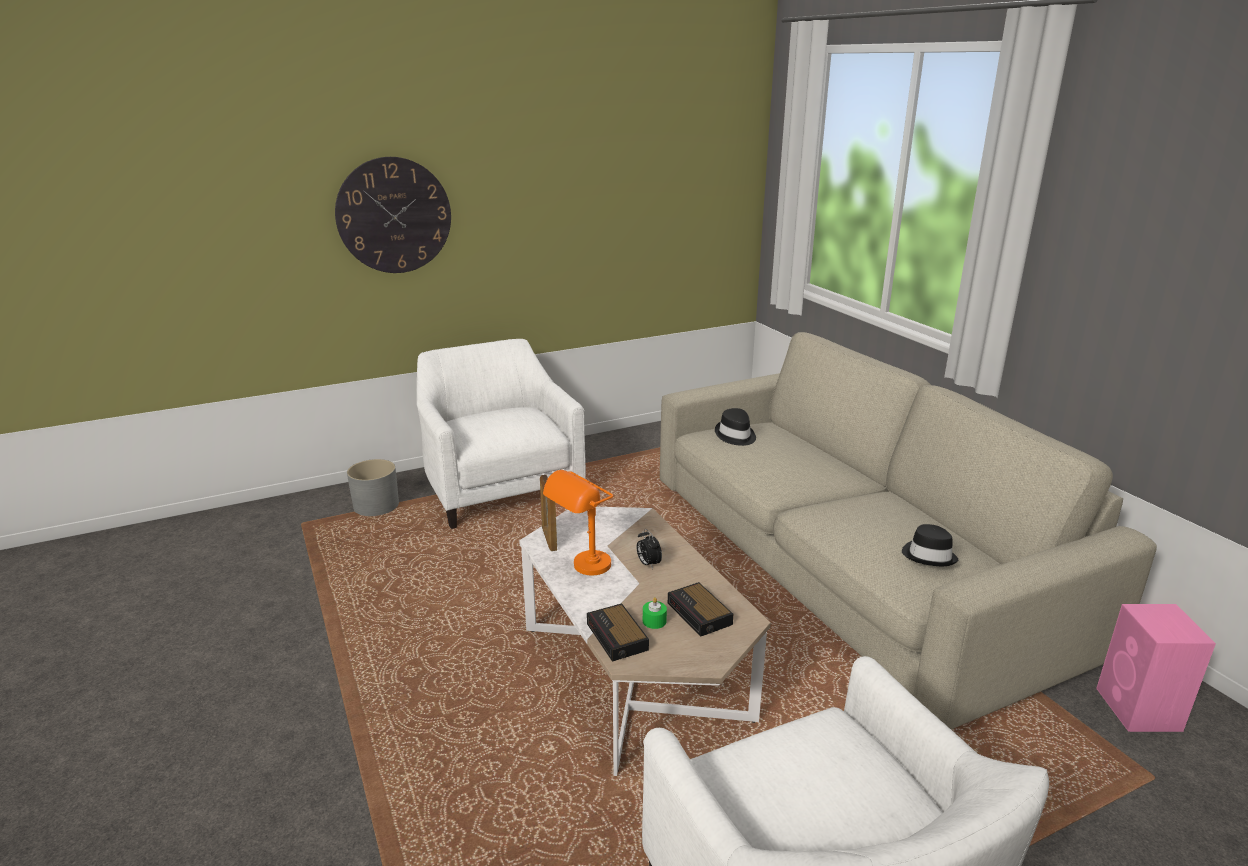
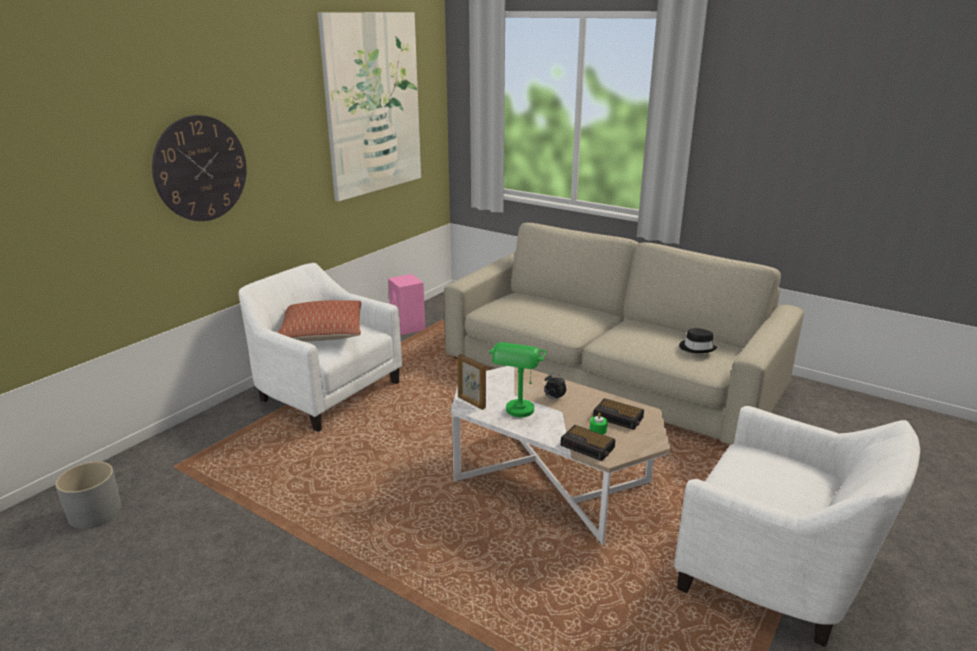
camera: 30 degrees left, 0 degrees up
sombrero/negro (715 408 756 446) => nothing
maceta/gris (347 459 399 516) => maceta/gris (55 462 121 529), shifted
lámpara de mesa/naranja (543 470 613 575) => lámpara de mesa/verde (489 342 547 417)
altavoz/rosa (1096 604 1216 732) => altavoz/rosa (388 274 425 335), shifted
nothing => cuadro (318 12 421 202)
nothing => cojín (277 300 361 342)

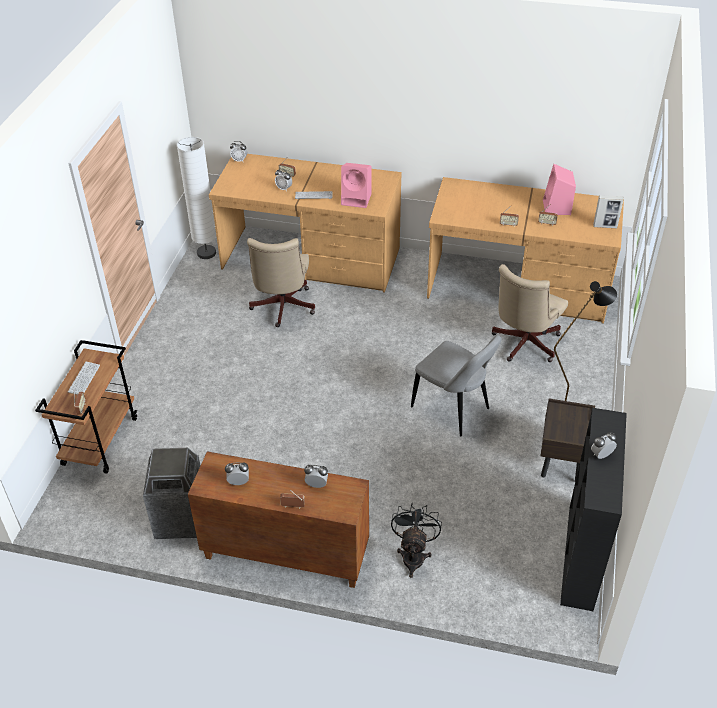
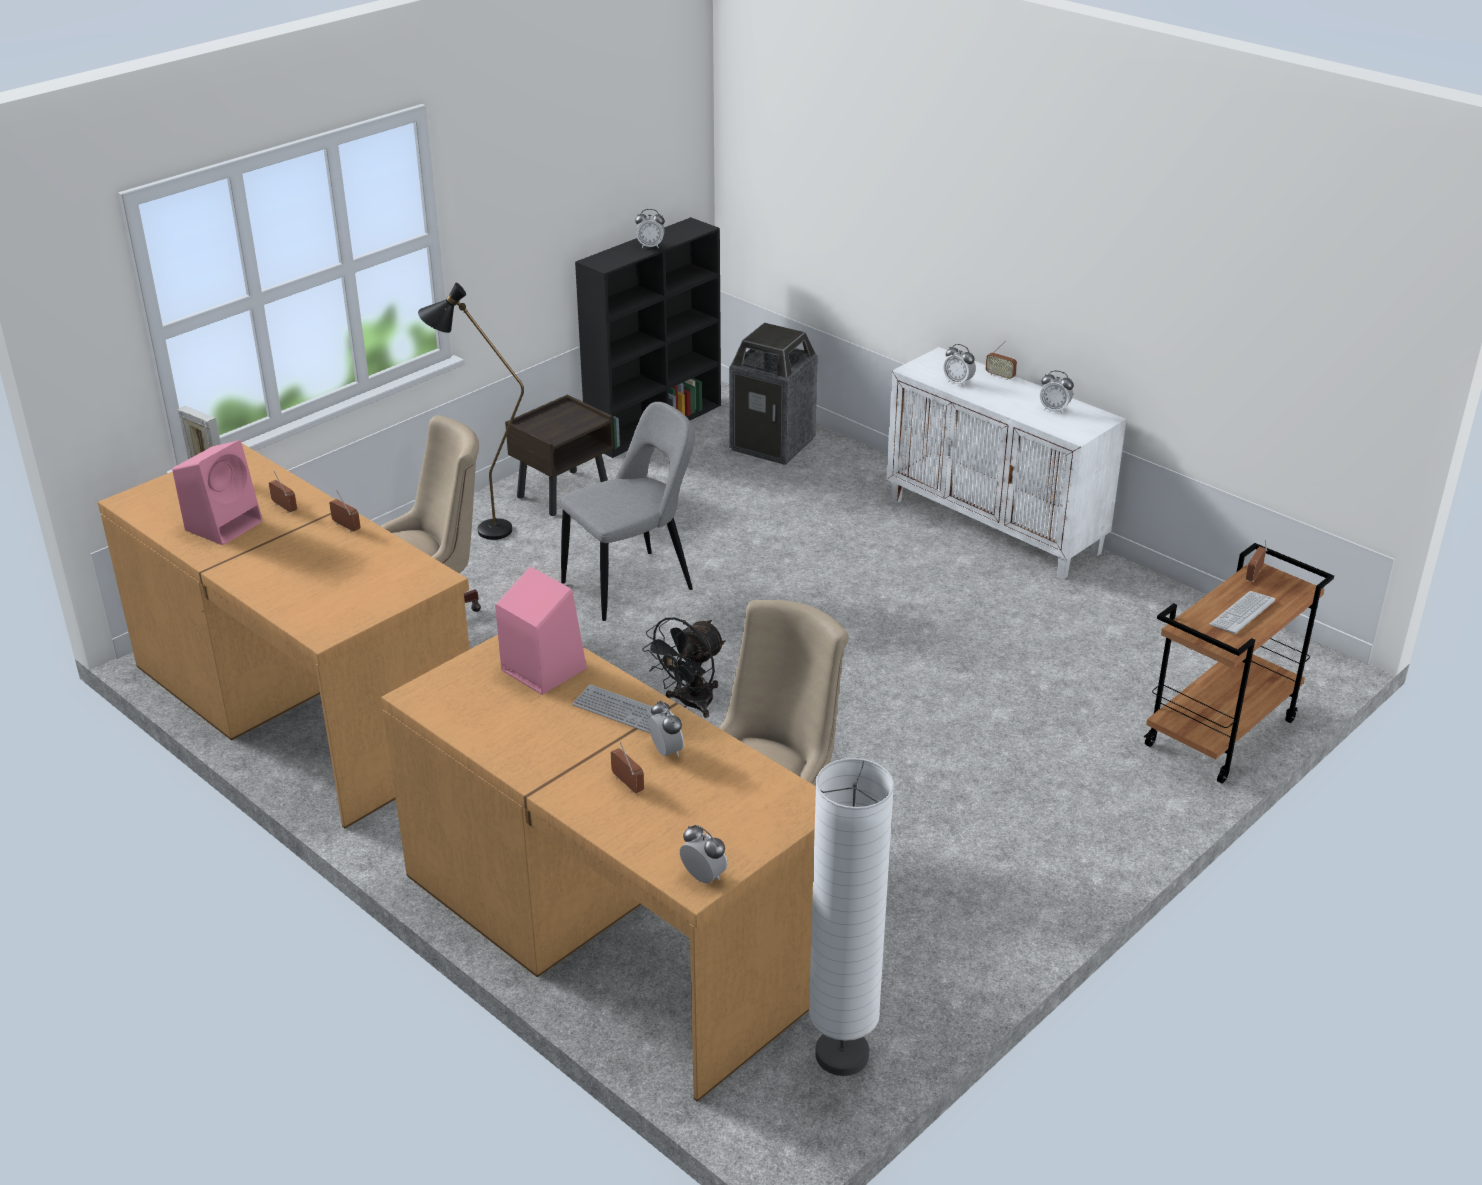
camera: 150 degrees left, 10 degrees down
silla/gris (411 335 502 436) => silla/gris (561 402 695 621), 75 degrees clockwise
papelera (143 448 200 539) => papelera (729 323 818 465), shifted
armario/marrón (188 451 369 588) => armario/blanco (886 347 1127 579)
ventilador/negro (391 503 442 578) => ventilador/negro (642 617 725 718), shifted

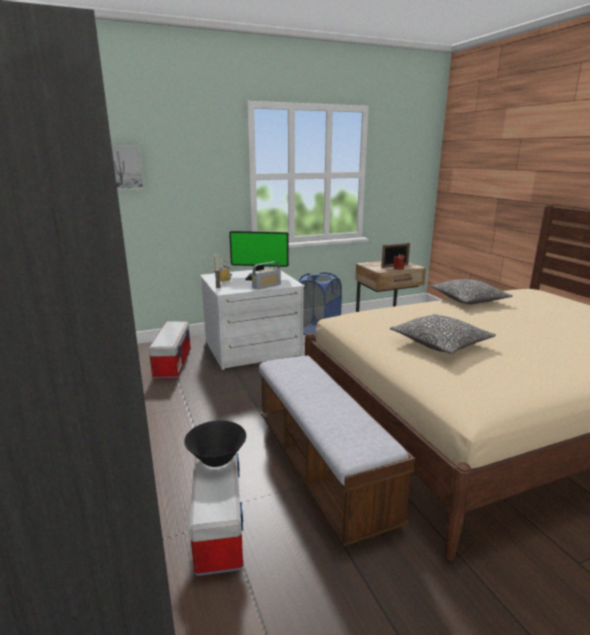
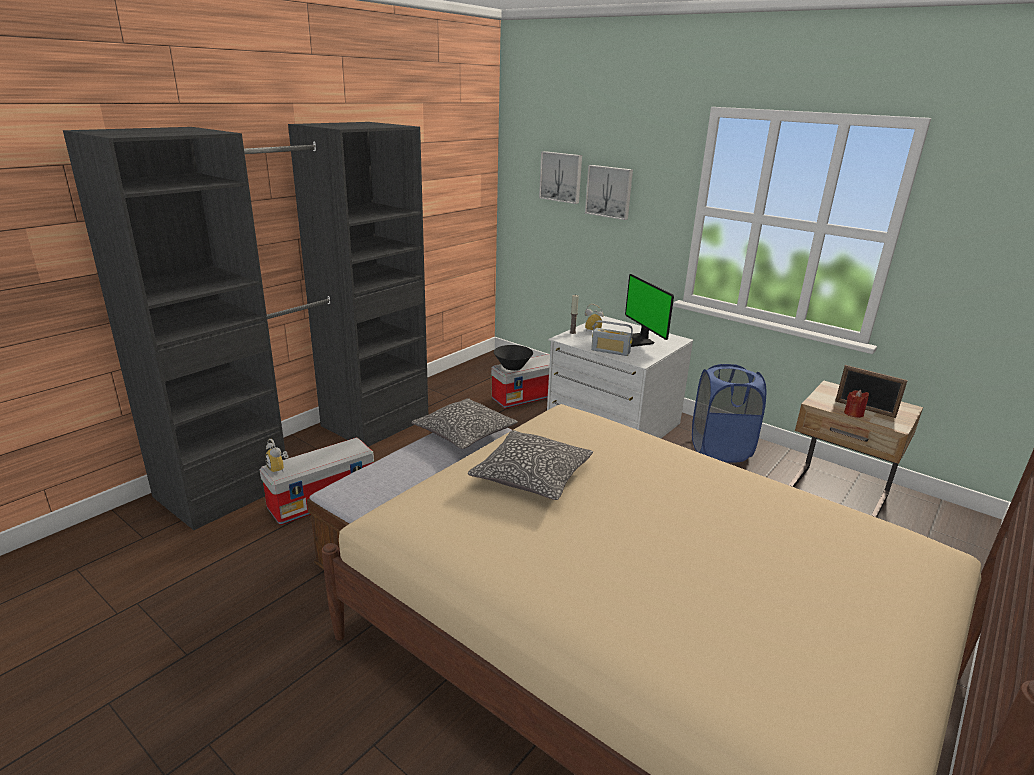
camera: 60 degrees right, 5 degrees up
cojín (430 279 513 304) => cojín (411 398 518 449), shifted
cuenco/negro (184 420 246 467) => cuenco/negro (494 345 533 371), shifted
nothing => cuadro (585 165 633 220)
nothing => despertador (265 439 289 473)

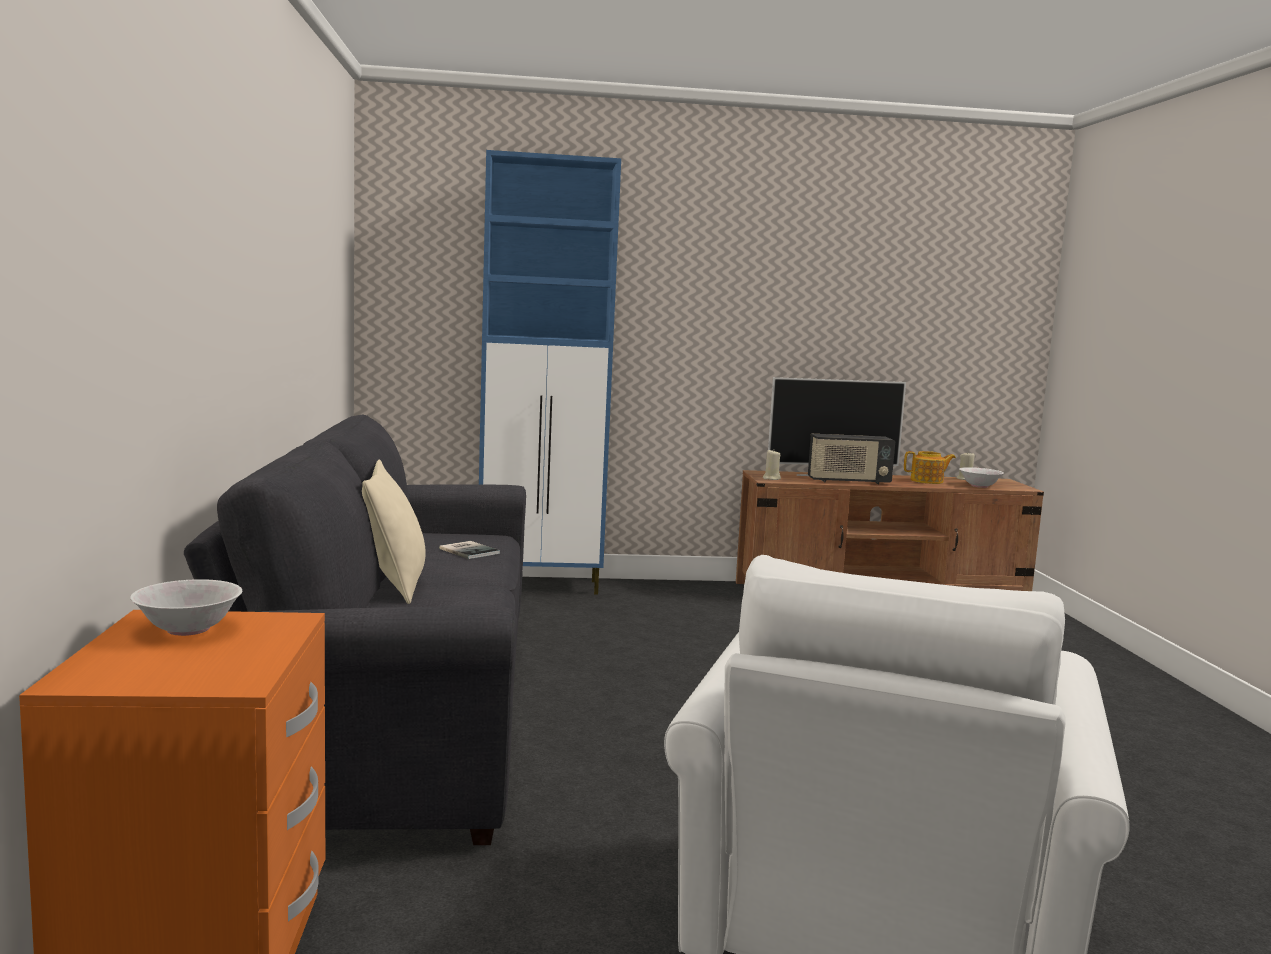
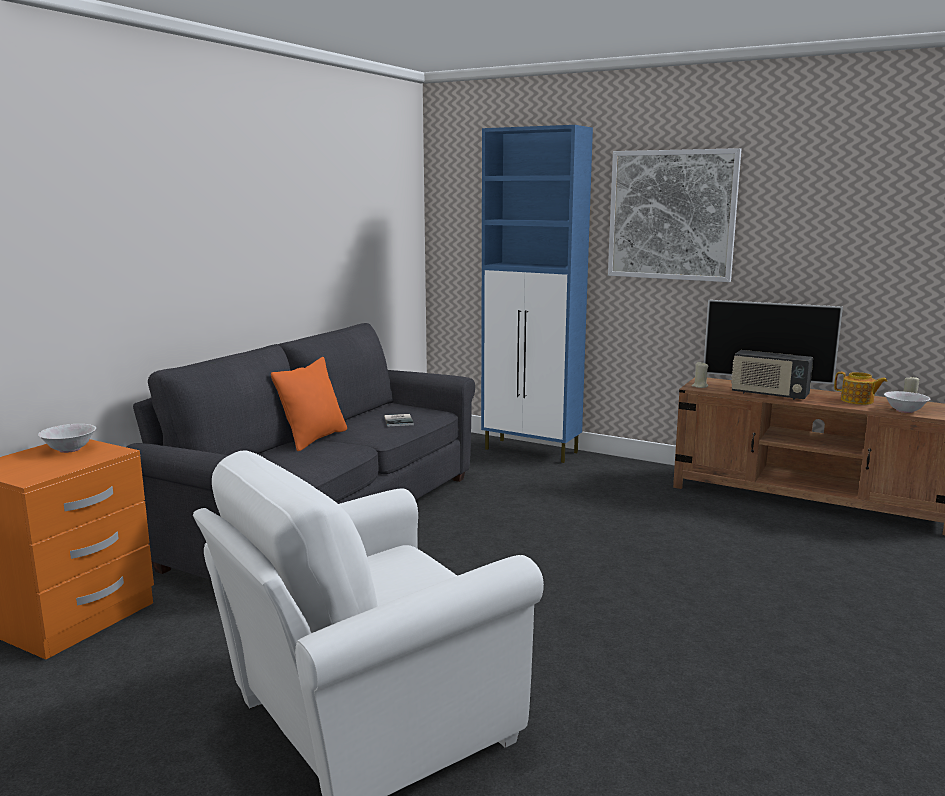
camera: 35 degrees right, 5 degrees up
cojín/beis (362 460 426 604) => cojín/naranja (271 357 347 451)
nothing => cuadro (608 148 741 282)

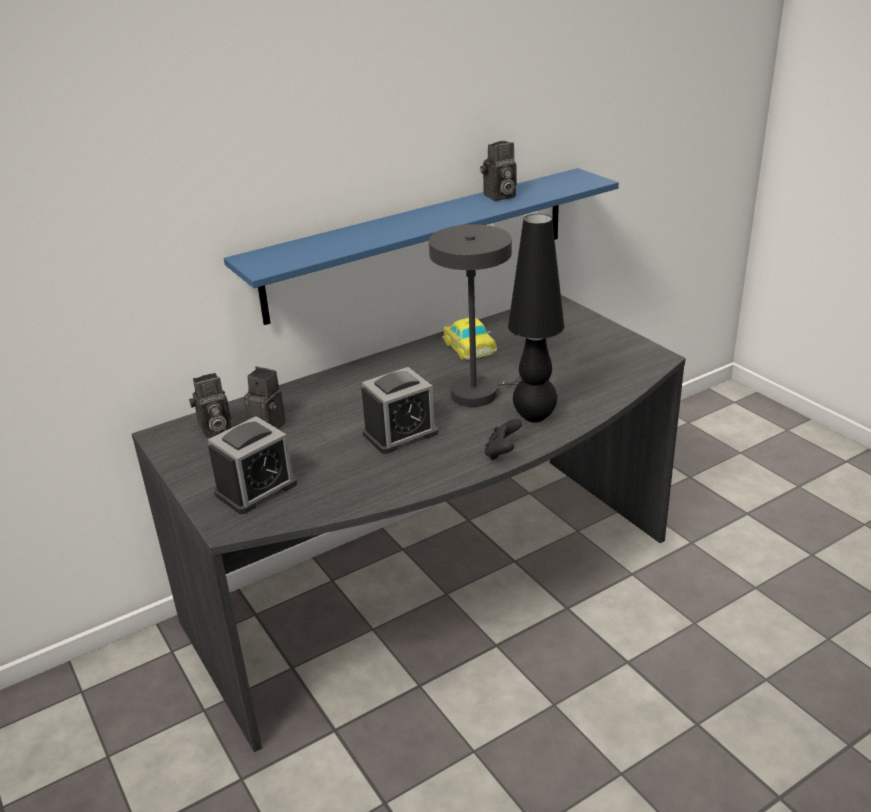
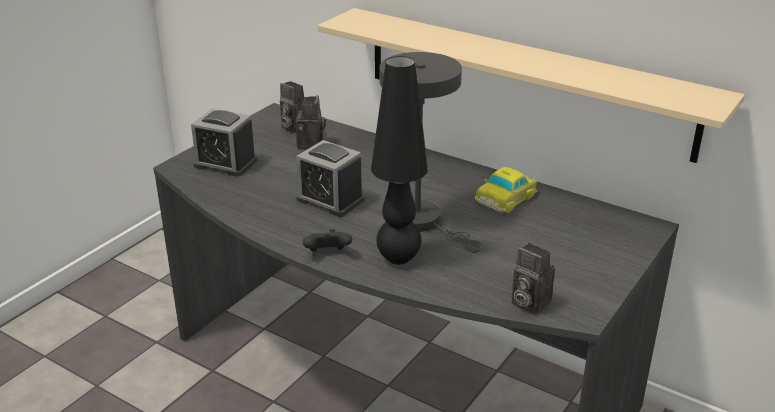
camera: 65 degrees right, 0 degrees up
cámara (480 141 517 201) => cámara (511 243 555 315), shifted
estante/azul (224 168 619 325) => estante/beis (318 8 745 163)

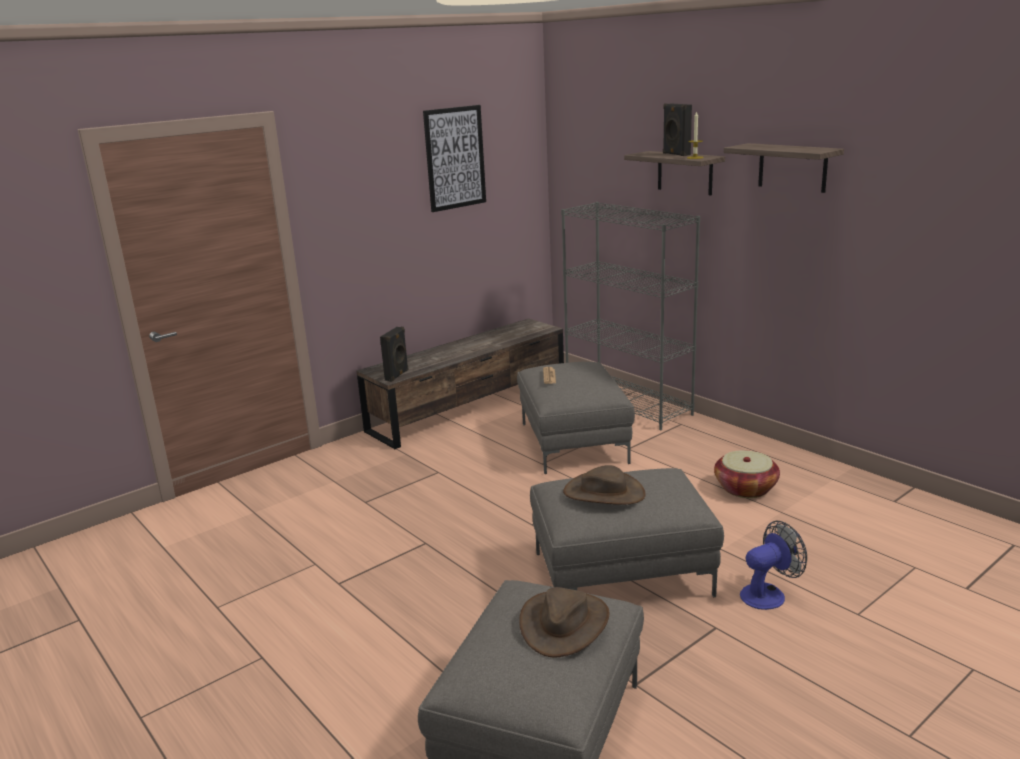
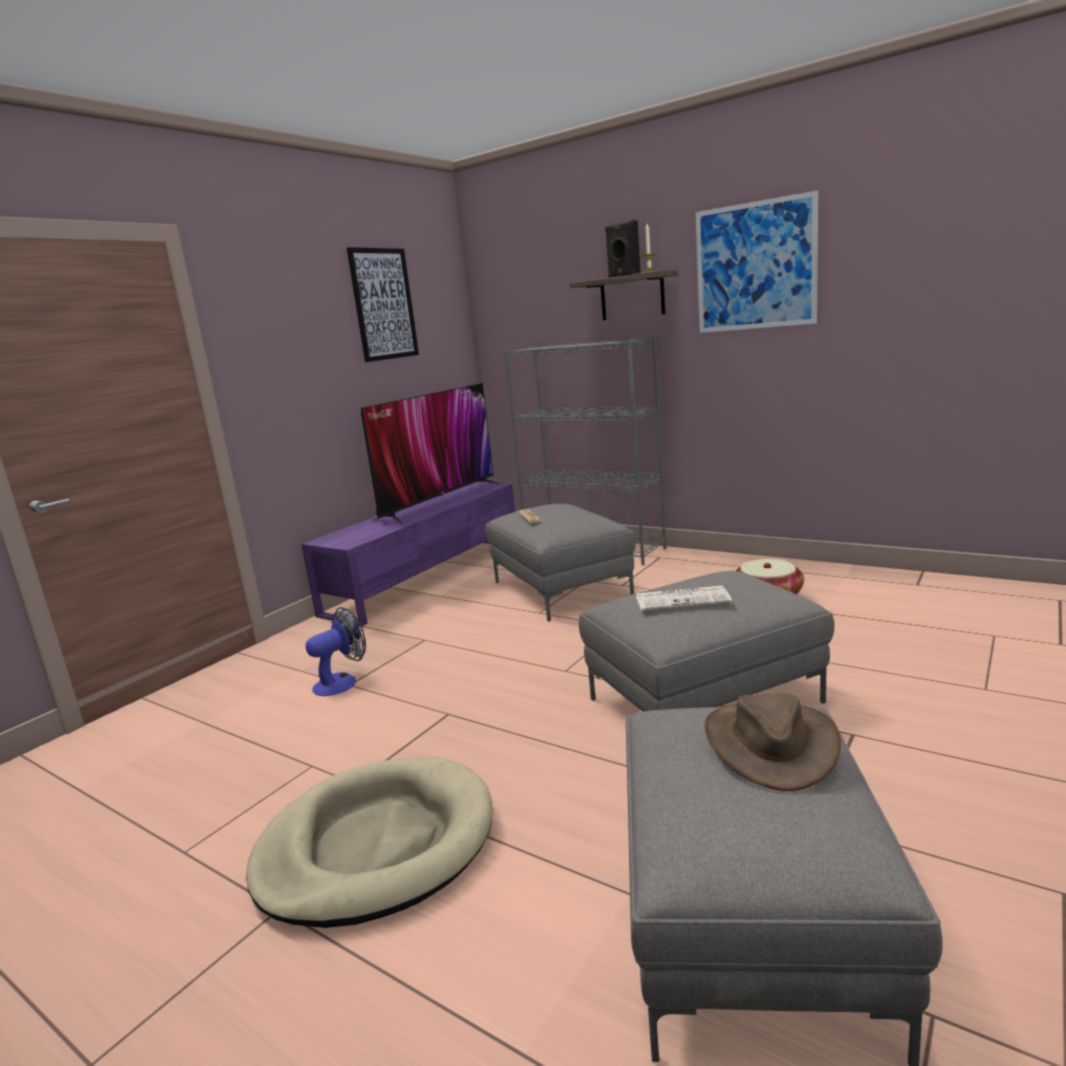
camera: 15 degrees left, 5 degrees down
estante (724 143 844 193) => cuadro (696 190 818 333)
mueble de televisión/marrón (357 318 564 449) => mueble de televisión/morado (301 482 515 627)
altavoz/negro (380 327 408 382) => nothing
sombrero/marrón (563 465 646 505) => periódico (636 586 732 611)
ventilador (740 521 807 610) => ventilador (306 607 366 696), shifted
nothing => televisor (361 383 502 524)
nothing => cama para perro/beis (246 757 493 928)

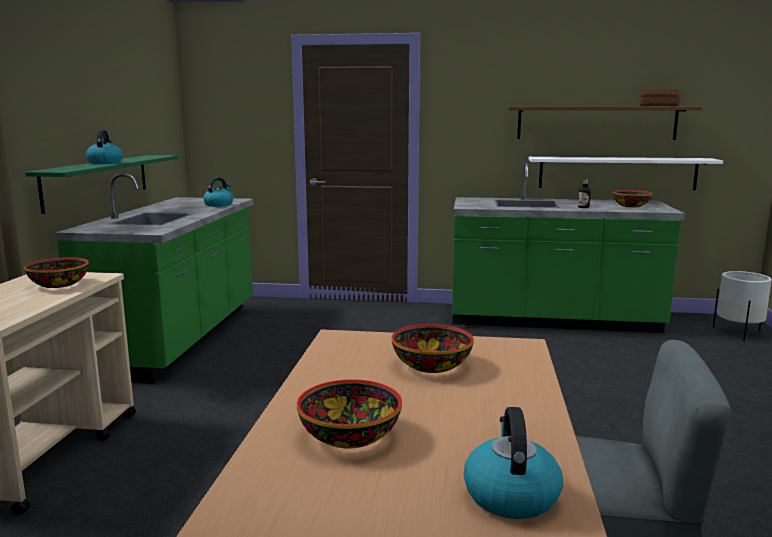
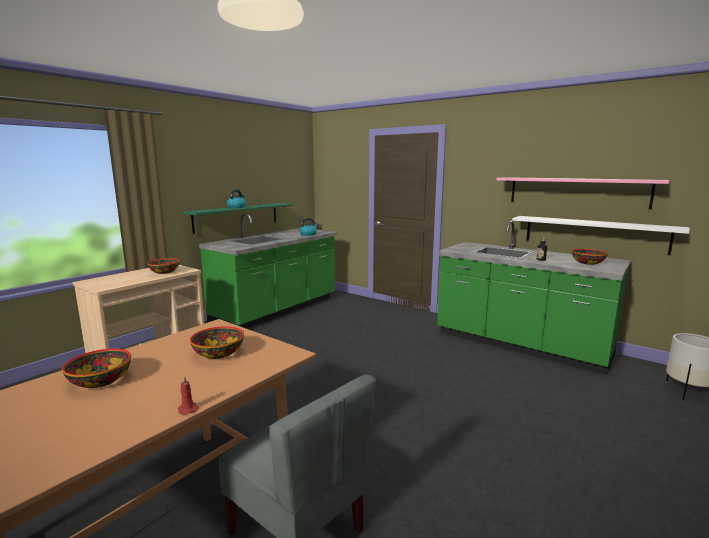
camera: 30 degrees right, 0 degrees up
pan (639 89 682 106) => nothing
estante/marrón (507 107 702 140) => estante/rosa (496 177 670 209)
hervidor (464 407 563 519) => nothing
nothing => vela/rojo (178 376 199 415)

